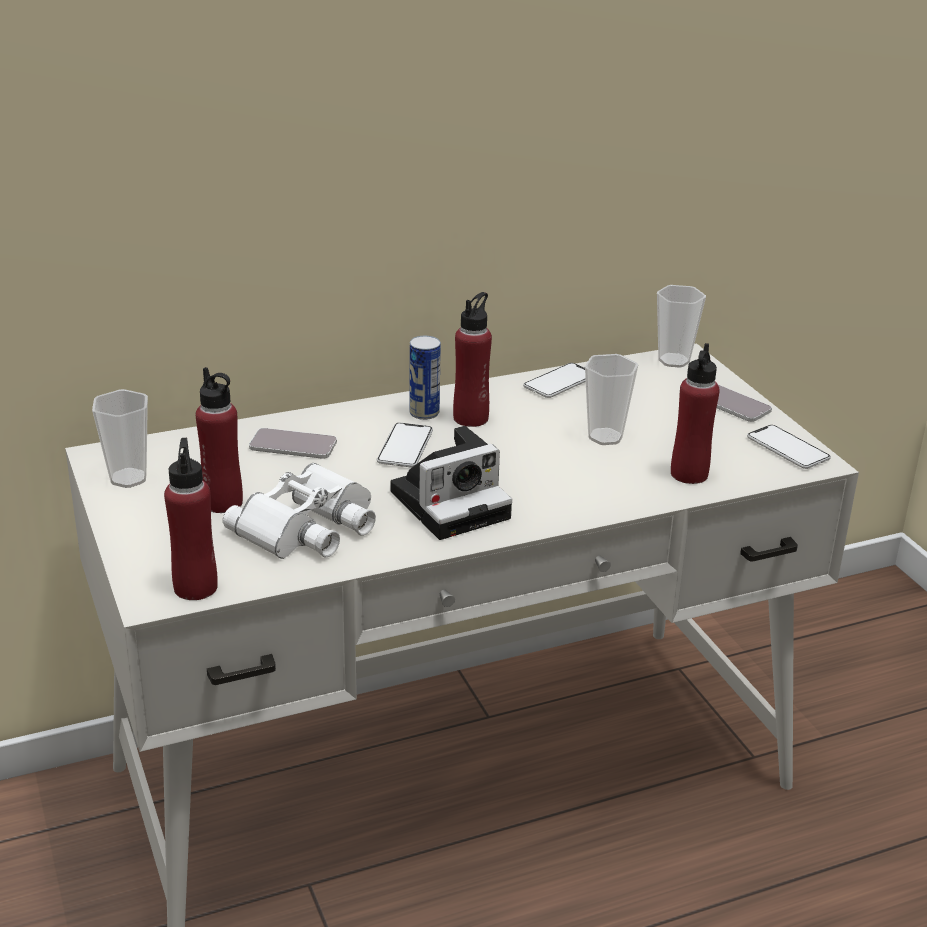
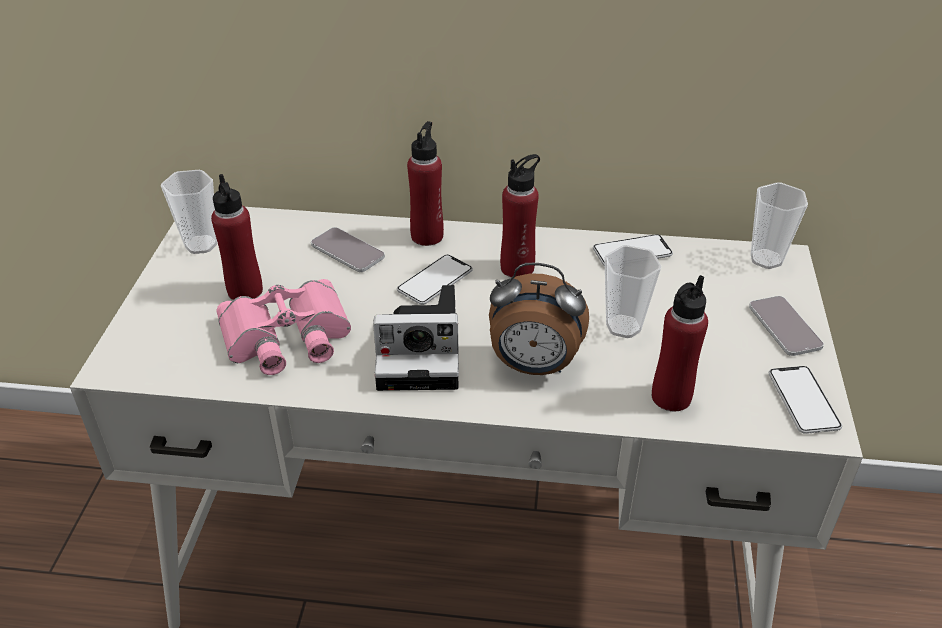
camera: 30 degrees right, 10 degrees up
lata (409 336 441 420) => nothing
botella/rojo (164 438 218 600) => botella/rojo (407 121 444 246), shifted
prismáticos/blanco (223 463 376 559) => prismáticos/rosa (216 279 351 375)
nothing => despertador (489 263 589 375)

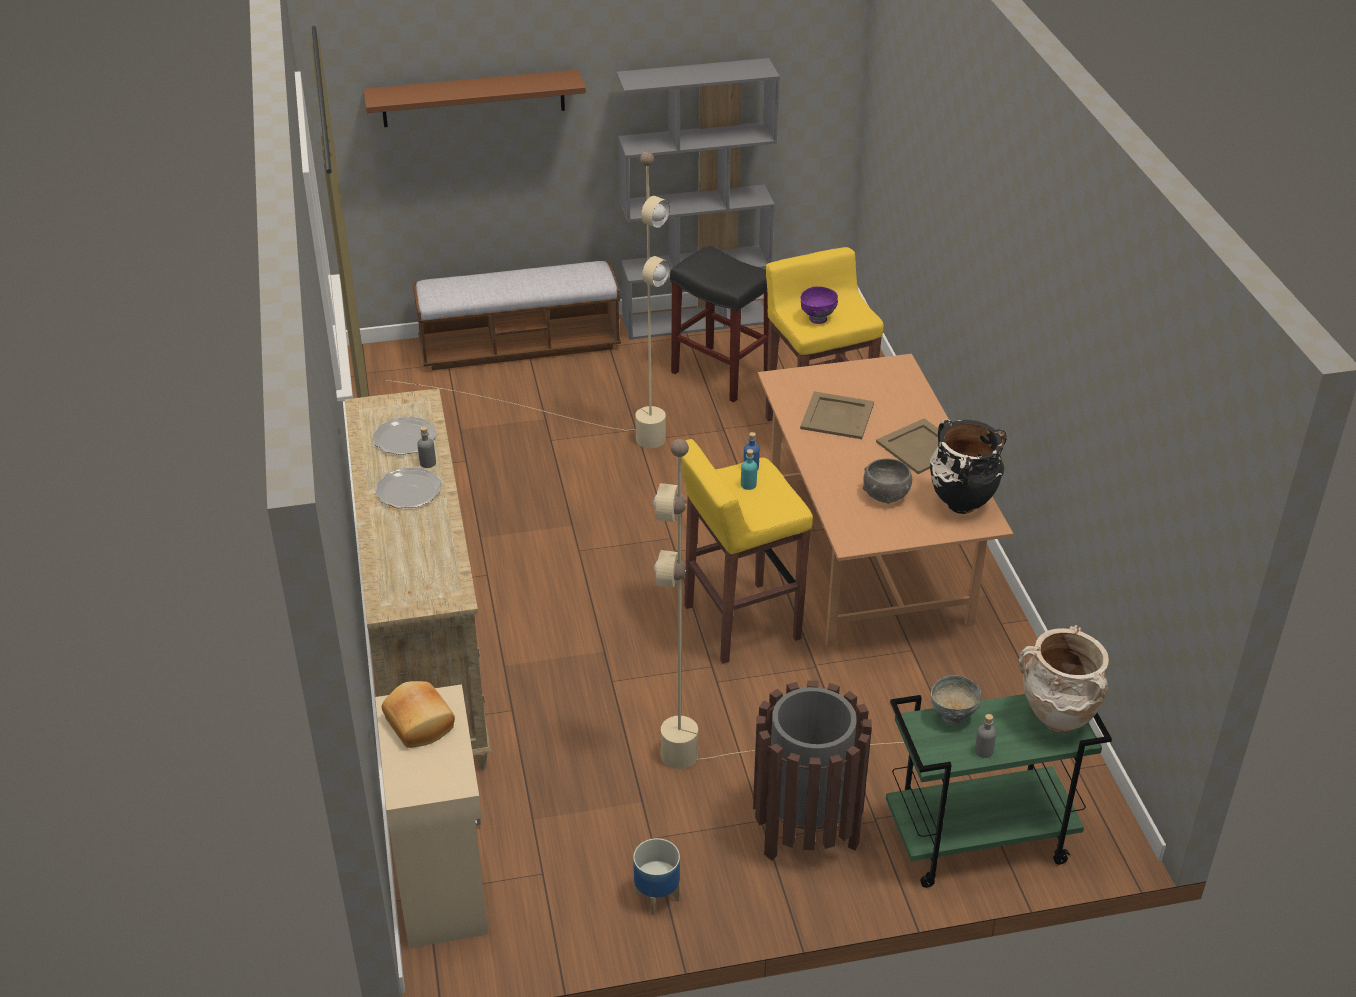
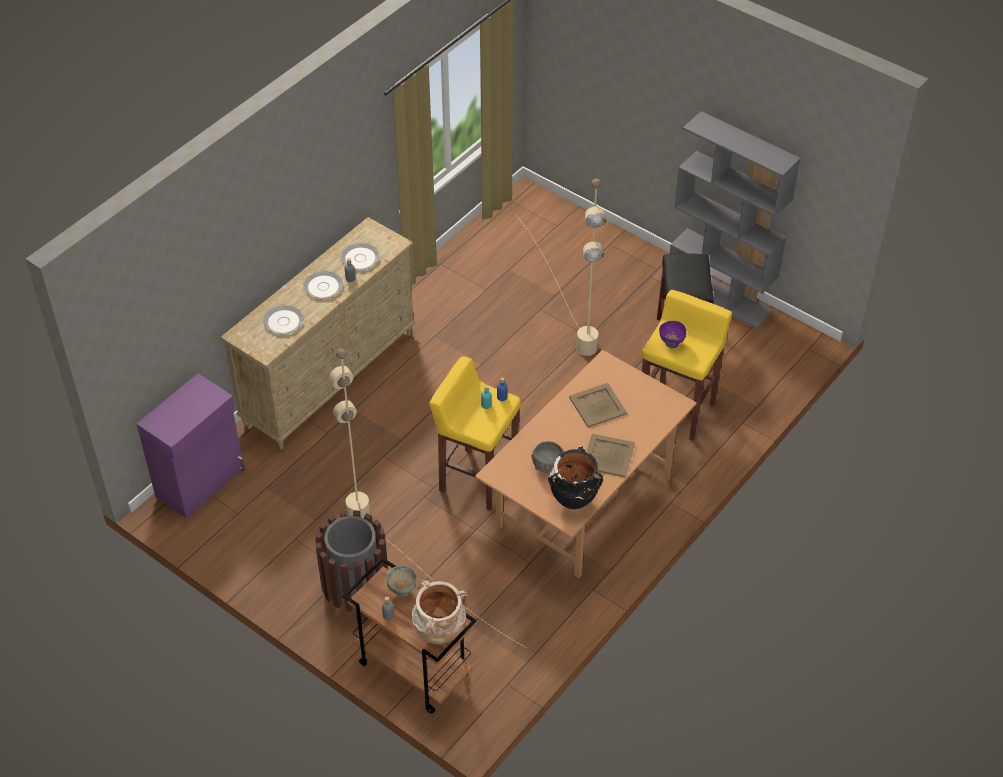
camera: 50 degrees right, 10 degrees up
estante/marrón (363 70 586 127) => nothing
banco (413 261 621 370) => nothing
pan (382 681 455 748) => nothing
armario/beis (375 684 488 948) => armario/morado (137 373 245 519)
carrito/verde (886 694 1112 888) => carrito/marrón (343 557 476 714)
maceta (633 838 680 915) => nothing
nothing => plato (263 305 304 335)

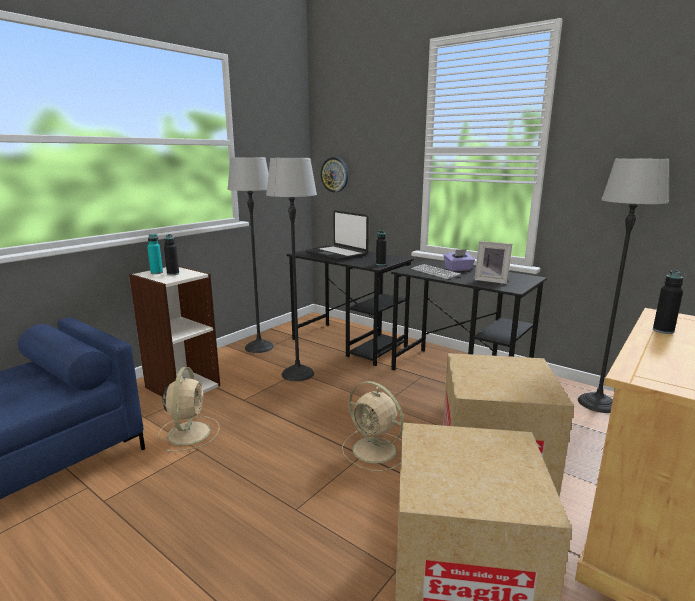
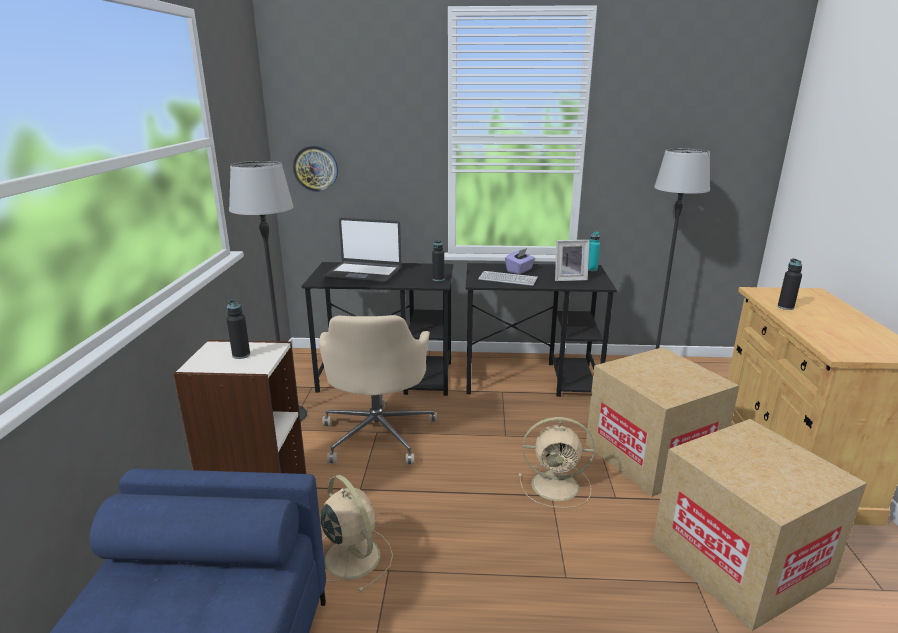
camera: 35 degrees left, 5 degrees up
lámpara de pie (266 158 317 381) => silla de oficina/beis (319 315 437 465)
botella/turquesa (147 234 163 274) => botella/turquesa (588 232 600 271), shifted

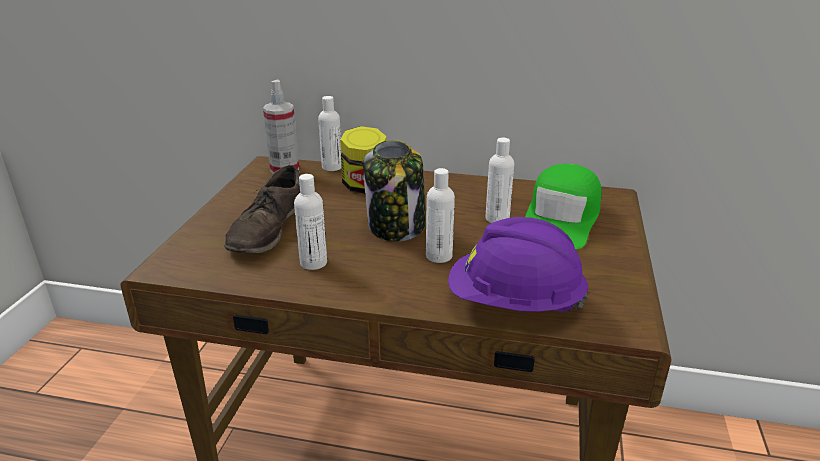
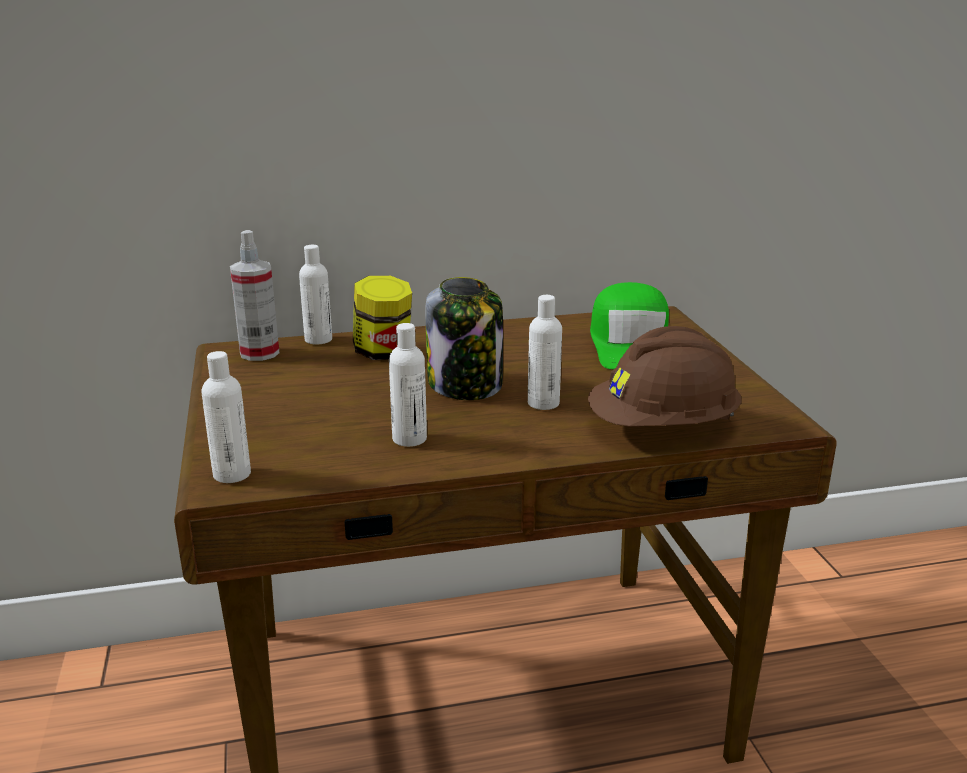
camera: 25 degrees left, 5 degrees down
botella/blanco (485 138 514 223) => botella/blanco (202 351 251 483), shifted
zapato/marrón (224 165 300 253) => nothing
casco/morado (448 217 588 312) => casco/marrón (588 326 742 427)

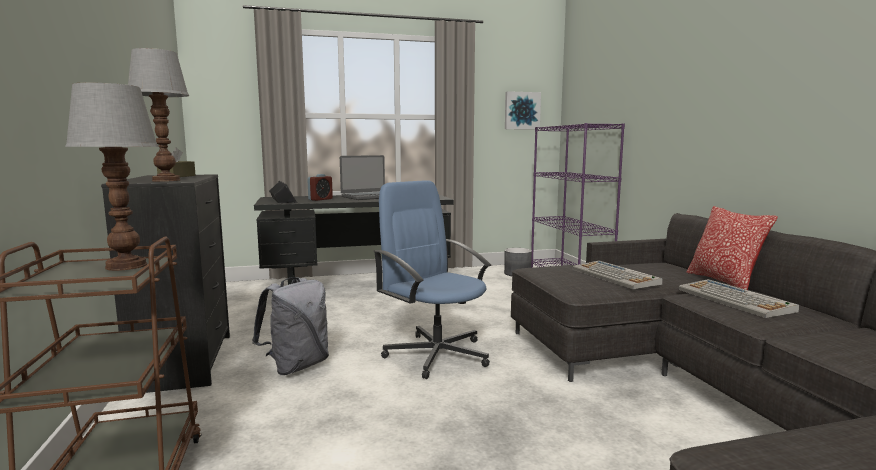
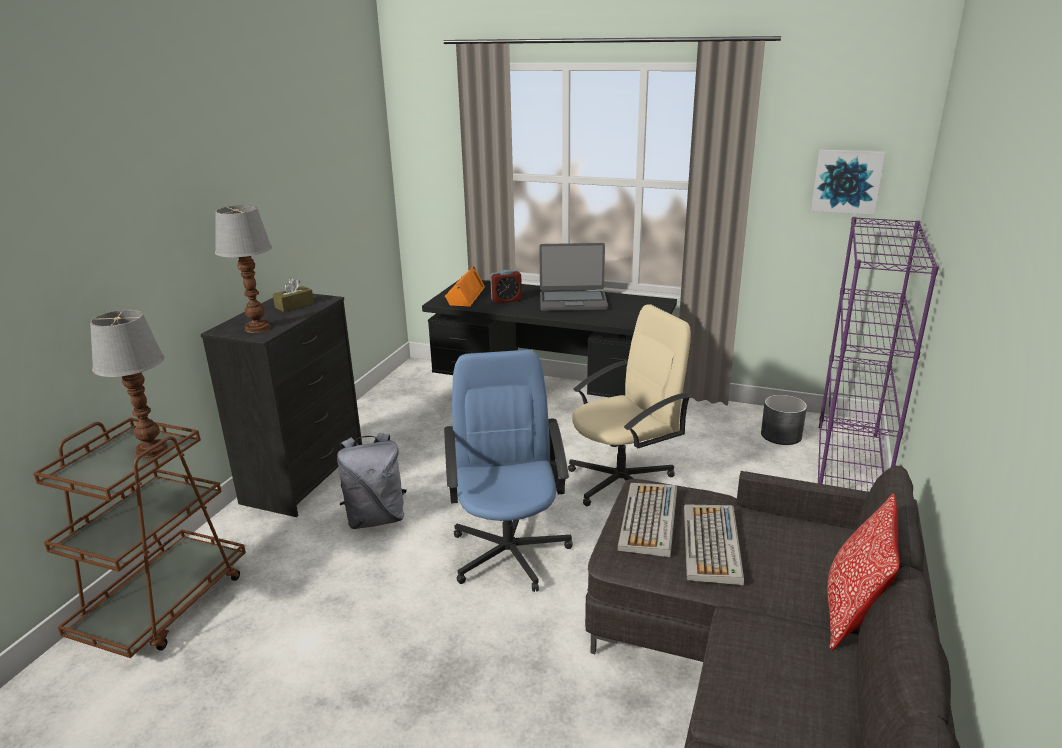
camera: 35 degrees right, 15 degrees up
altavoz/negro (269 181 297 203) => altavoz/naranja (445 266 485 307)
teclado (679 279 799 318) => teclado (617 483 677 557), shifted
nothing => silla de oficina/beis (568 304 691 506)

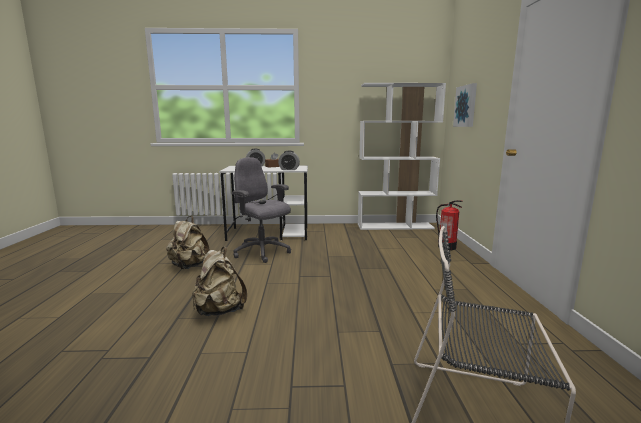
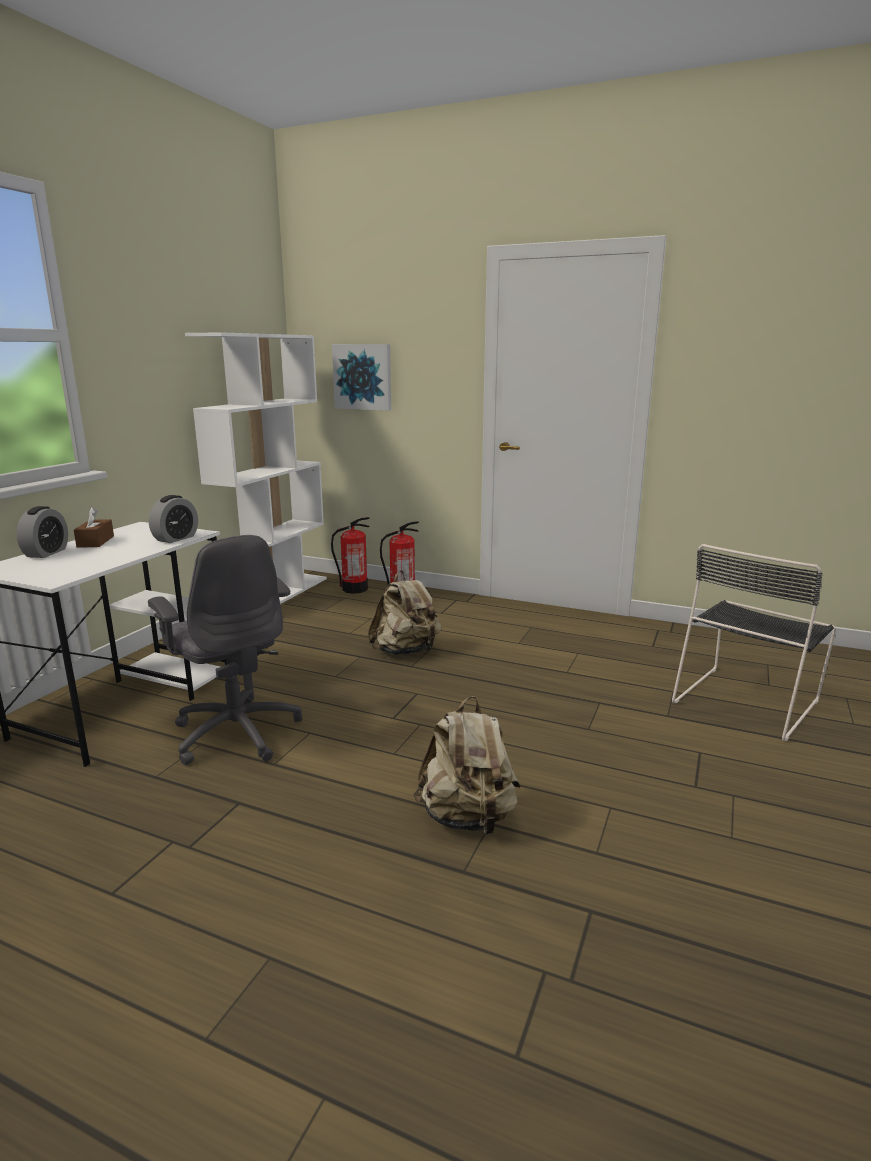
camera: 65 degrees left, 5 degrees up
silla de oficina/gris (231 157 291 263) => silla de oficina/gris (148 535 302 765), 105 degrees counterclockwise
mochila/beis (166 216 210 269) => mochila/beis (368 570 441 655), shifted
nothing => extintor (331 517 370 594)

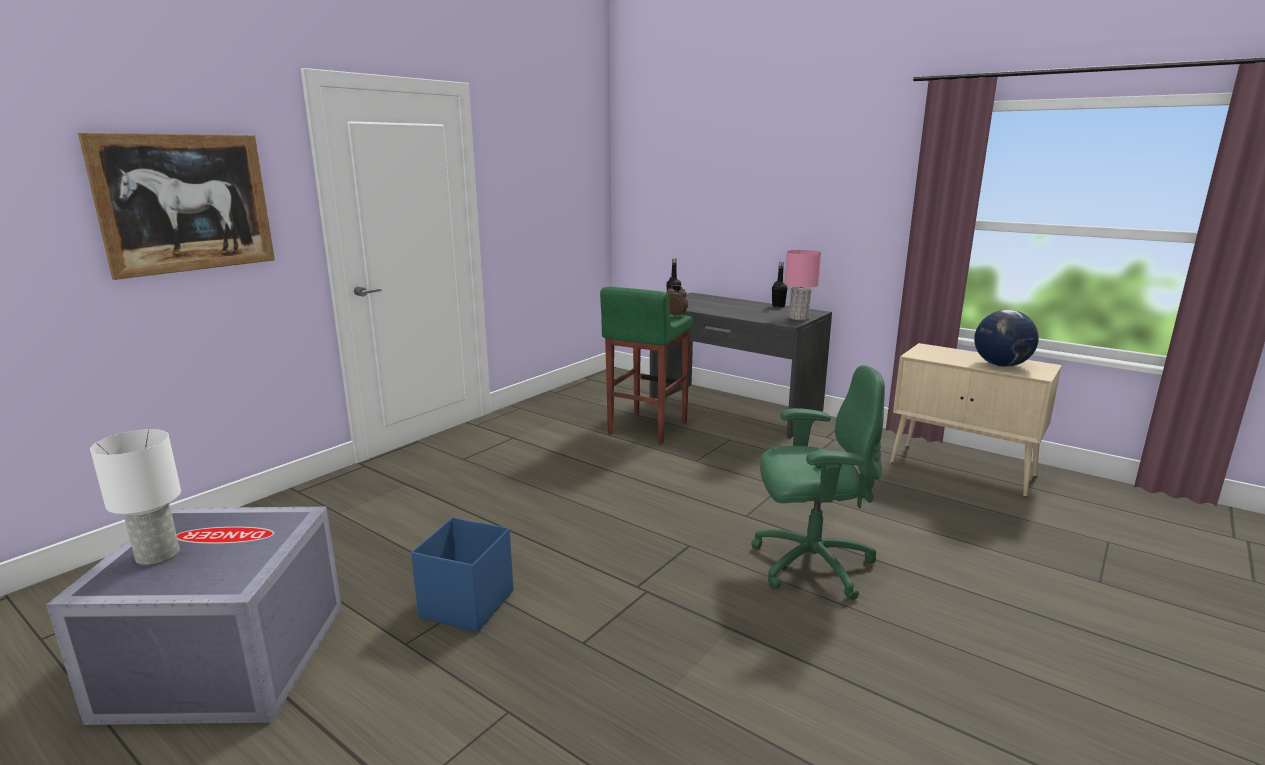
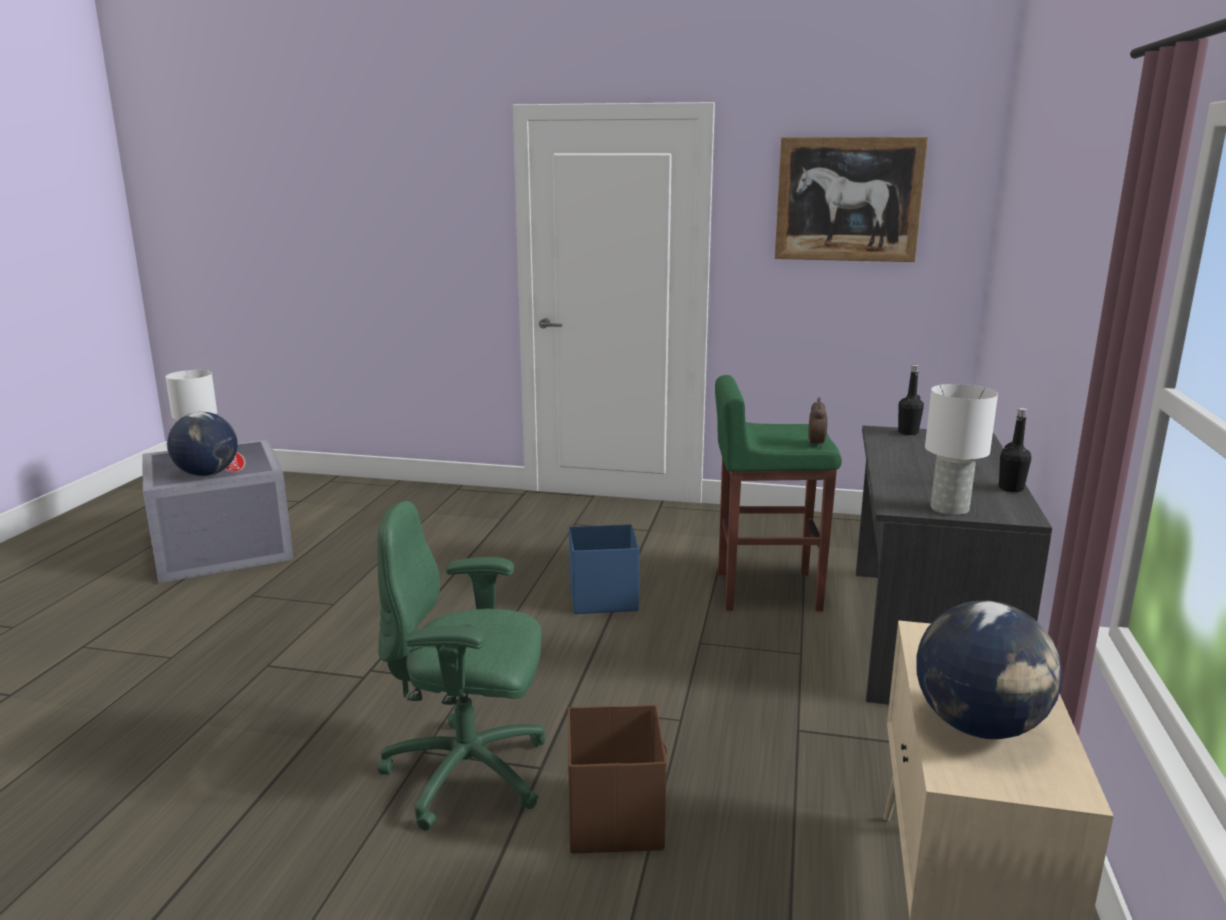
camera: 65 degrees right, 0 degrees up
cuadro (78 133 275 280) => cuadro (775 137 928 262), shifted
lámpara de mesa/rosa (785 250 821 320) => lámpara de mesa/blanco (925 384 998 516)
silla de oficina/verde (751 365 885 600) => silla de oficina/verde (378 501 546 831), 120 degrees clockwise
caja de almacenaje/azul (411 517 513 632) => caja de almacenaje/azul (569 524 639 614), shifted
nothing => globo terráqueo (167 412 238 476)
nothing => caja de almacenaje/marrón (568 705 667 854)

